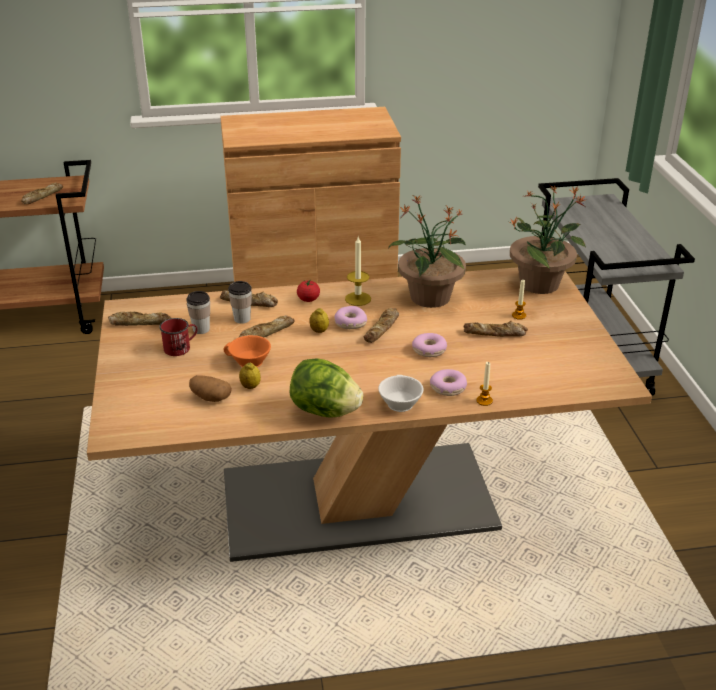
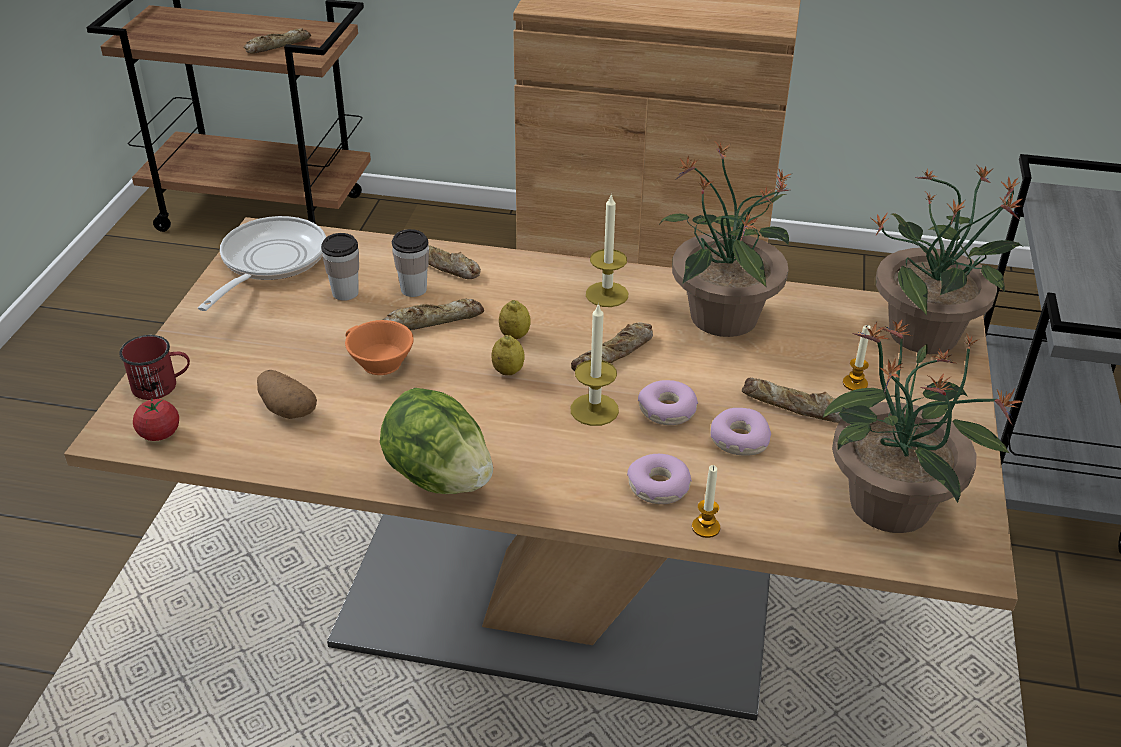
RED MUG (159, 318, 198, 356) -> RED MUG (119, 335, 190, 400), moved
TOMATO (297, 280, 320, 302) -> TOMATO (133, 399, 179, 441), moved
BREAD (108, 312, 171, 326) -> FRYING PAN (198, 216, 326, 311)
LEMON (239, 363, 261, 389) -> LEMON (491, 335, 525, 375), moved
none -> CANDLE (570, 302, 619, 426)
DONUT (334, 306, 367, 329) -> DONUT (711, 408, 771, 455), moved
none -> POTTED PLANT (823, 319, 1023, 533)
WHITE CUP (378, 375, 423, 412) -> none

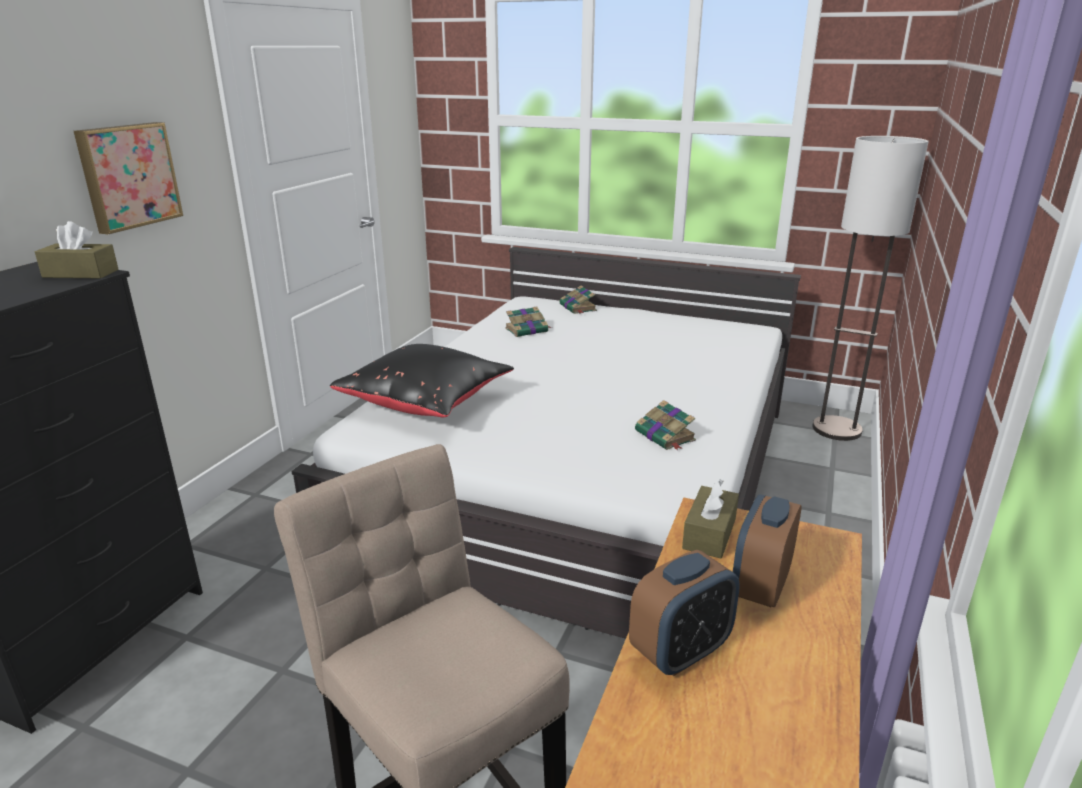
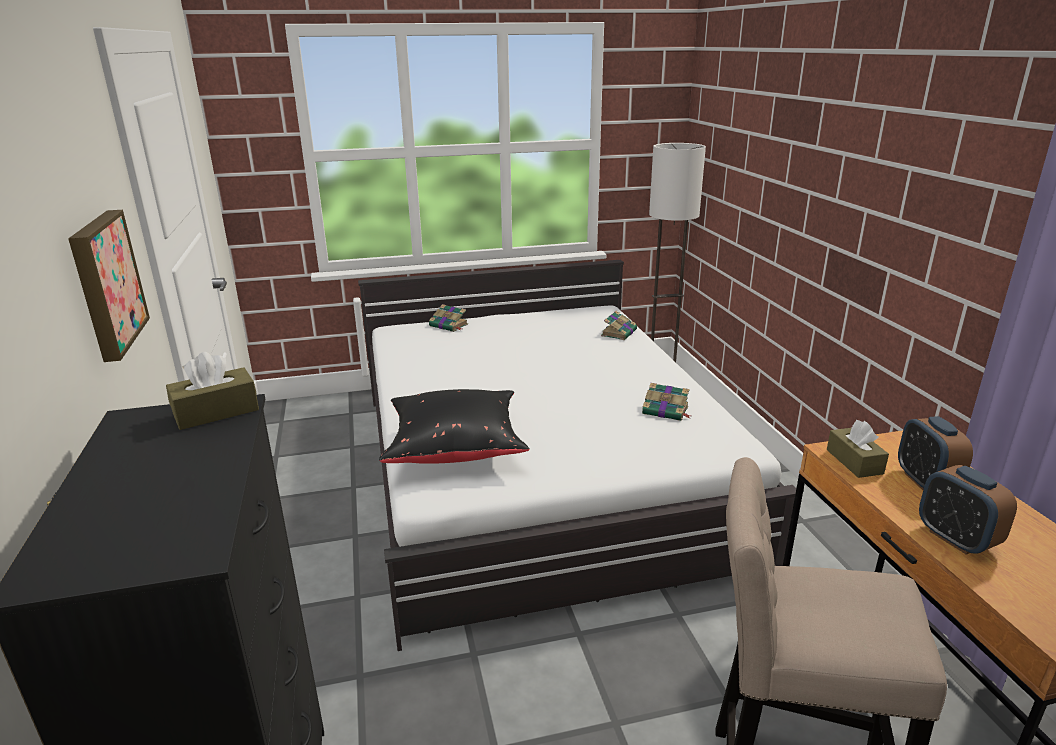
BOOK (505, 307, 552, 337) -> BOOK (601, 311, 637, 340), moved
ALARM CLOCK (629, 550, 740, 676) -> ALARM CLOCK (919, 465, 1017, 555), 135 degrees clockwise

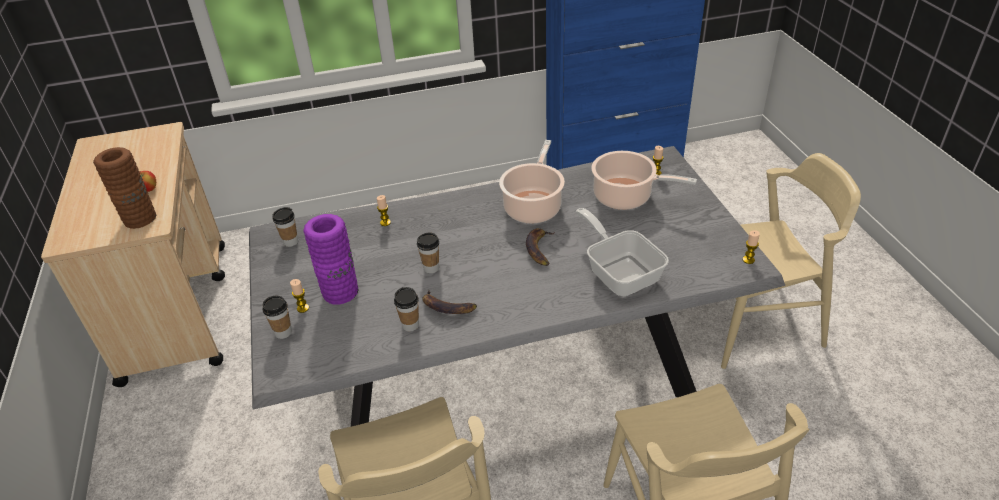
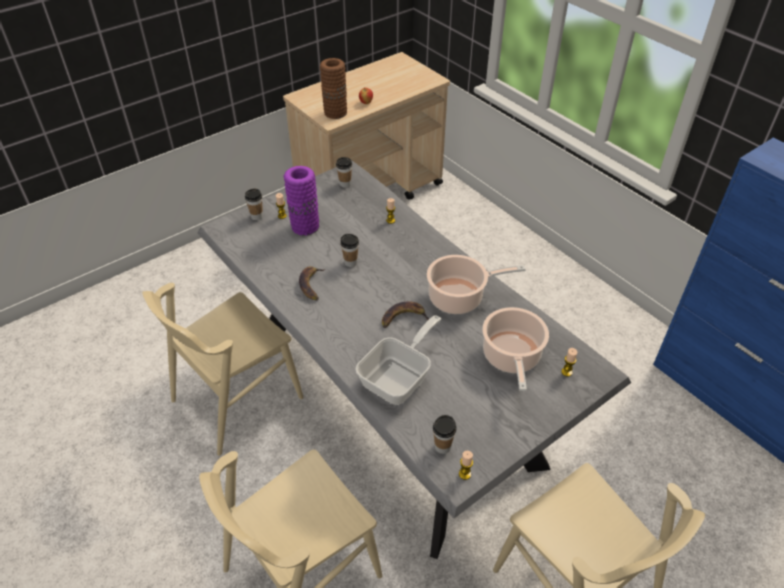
CUP (394, 287, 419, 332) -> CUP (433, 415, 456, 454), moved

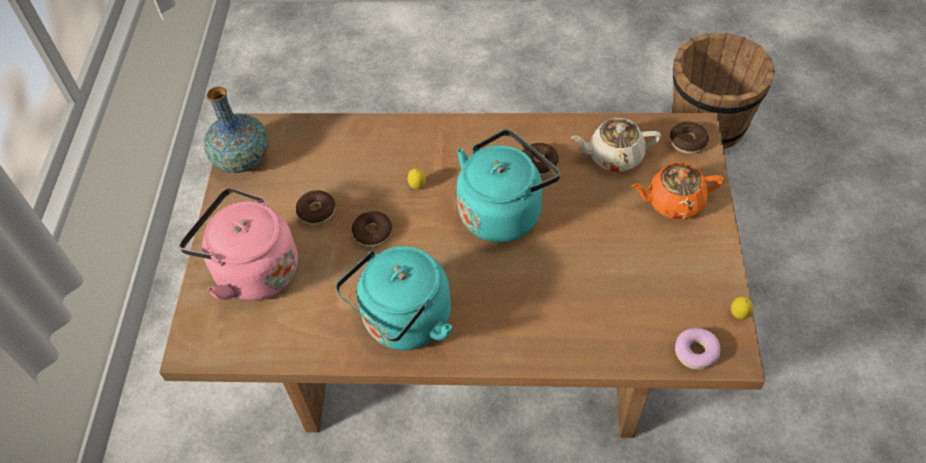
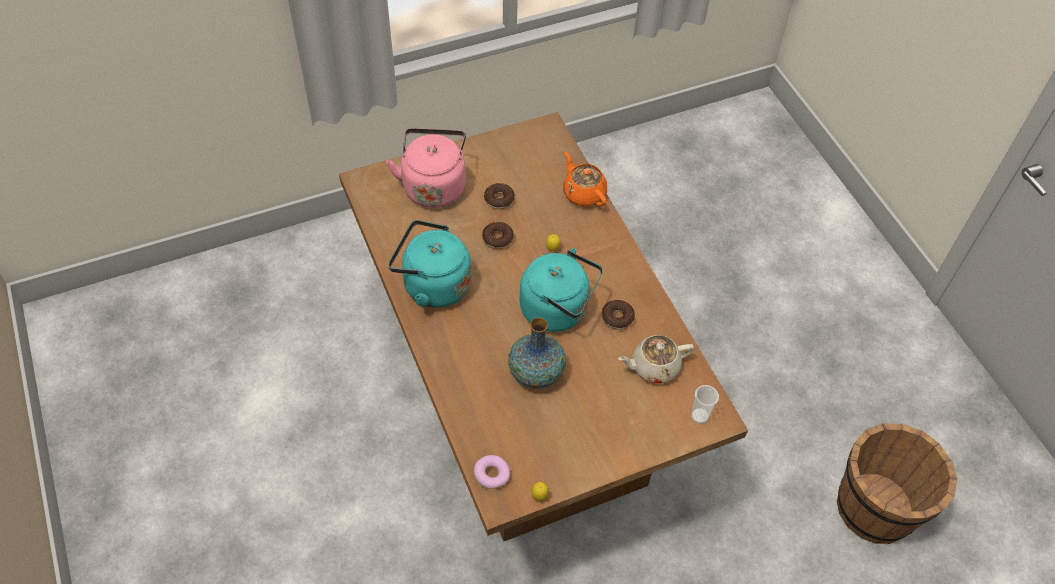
VASE (204, 87, 269, 173) -> VASE (508, 318, 566, 389), moved
ORANGE TEAPOT (631, 163, 724, 219) -> ORANGE TEAPOT (563, 151, 607, 206), moved
BEIGE TEAPOT (571, 118, 661, 172) -> BEIGE TEAPOT (618, 335, 694, 383), 75 degrees counterclockwise
DONUT (670, 122, 709, 154) -> CUP (691, 385, 719, 424)

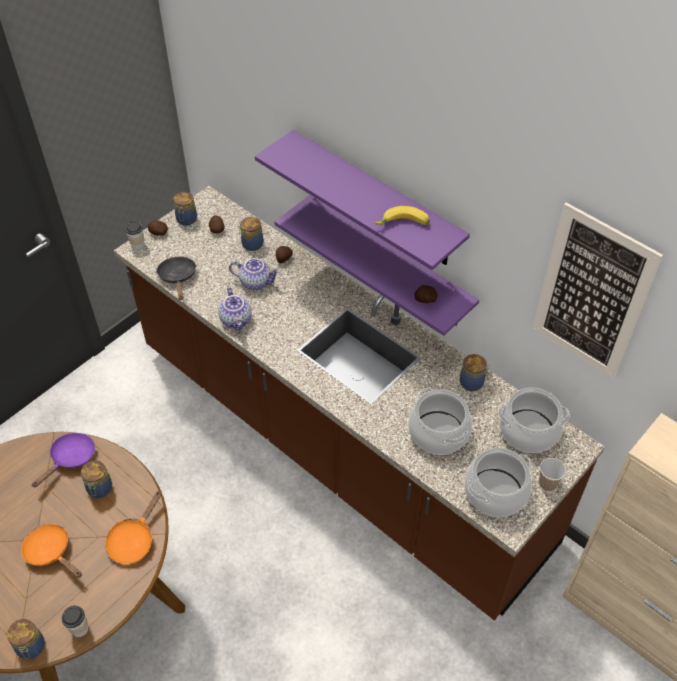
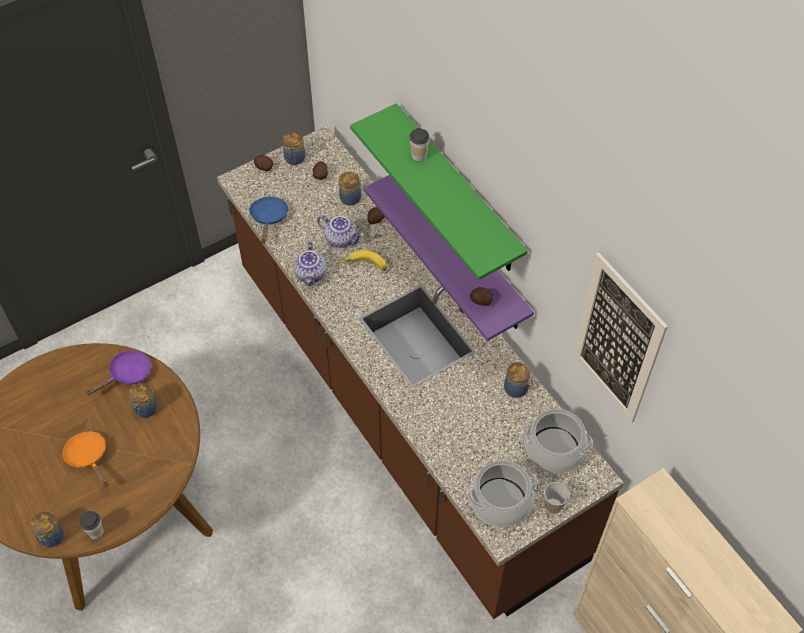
BLACK FRYING PAN (156, 257, 197, 300) -> BLUE FRYING PAN (249, 197, 289, 244)
BANANA (374, 206, 430, 225) -> BANANA (339, 250, 387, 271), moved
PURPLE SHELF (255, 130, 470, 270) -> GREEN SHELF (350, 103, 528, 280)
CUP (125, 221, 145, 250) -> CUP (409, 128, 430, 161), moved
ORANGE FRYING PAN (105, 490, 162, 564) -> none
COOKING POT (408, 388, 472, 455) -> none

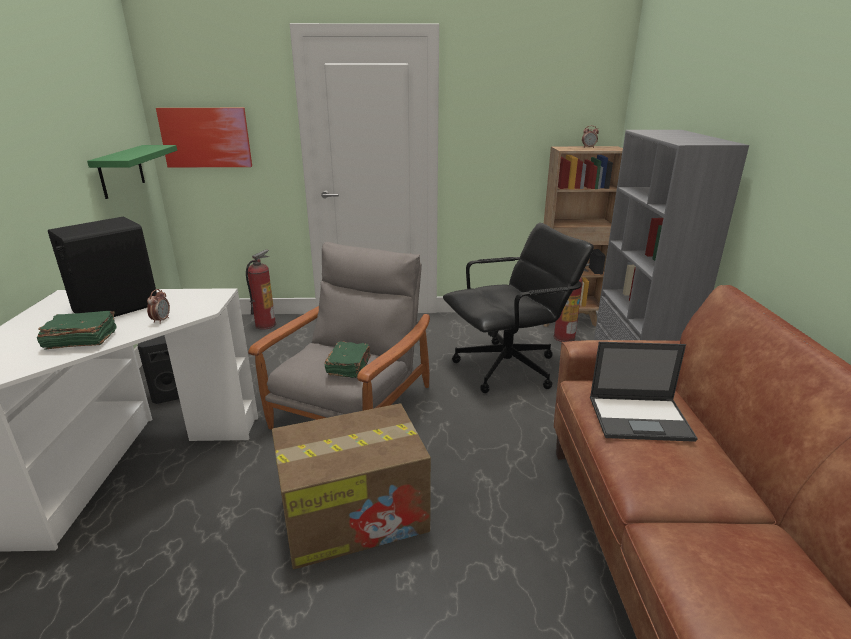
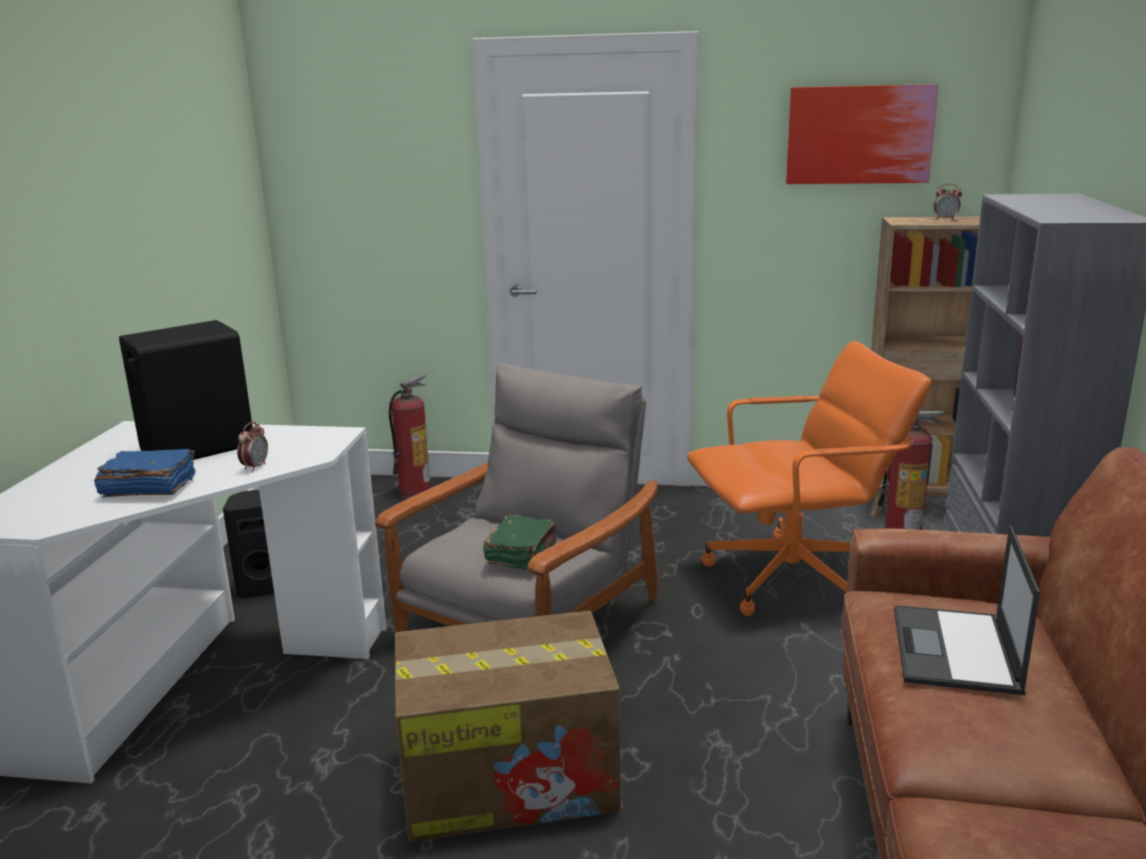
GREEN BOOK (37, 311, 117, 350) -> BLUE BOOK (94, 449, 196, 497)
BLACK OFFICE CHAIR (443, 223, 594, 393) -> ORANGE OFFICE CHAIR (687, 341, 931, 616)
PICTURE (156, 108, 252, 168) -> PICTURE (786, 84, 938, 184), moved
LAPTOP (590, 342, 698, 442) -> LAPTOP (894, 525, 1040, 695), 90 degrees clockwise
GREEN SHELF (87, 145, 177, 199) -> none

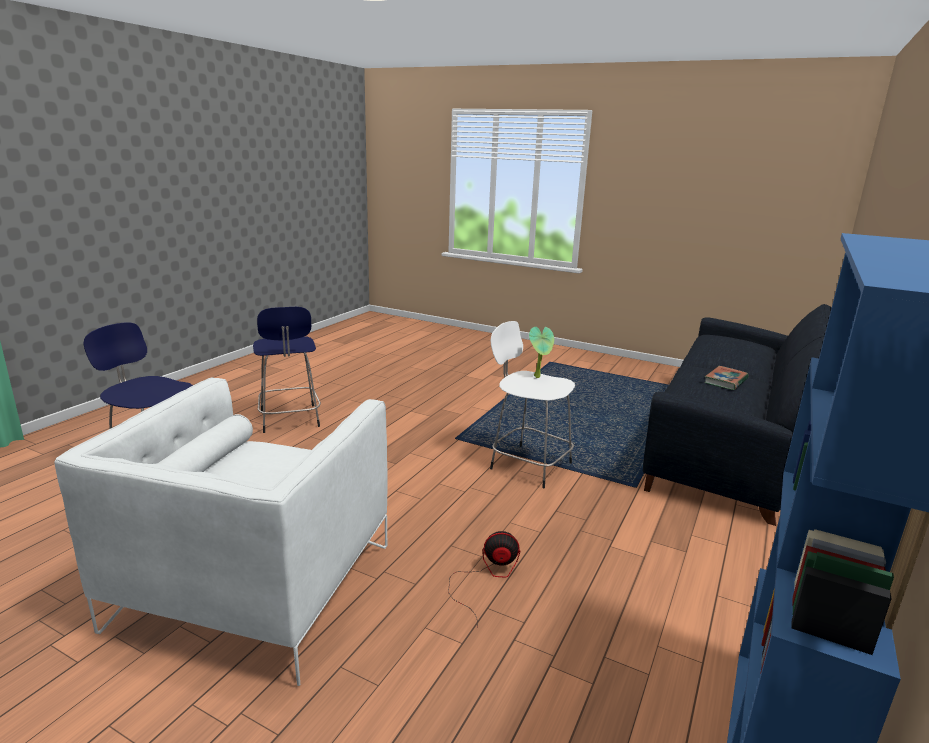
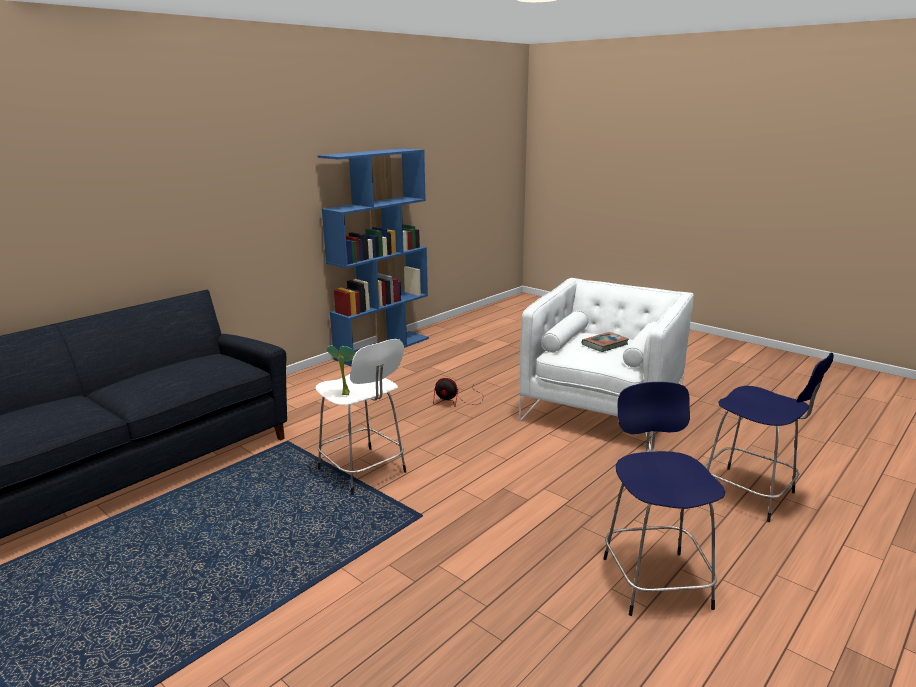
BOOK (704, 366, 749, 390) -> BOOK (582, 332, 629, 352), moved

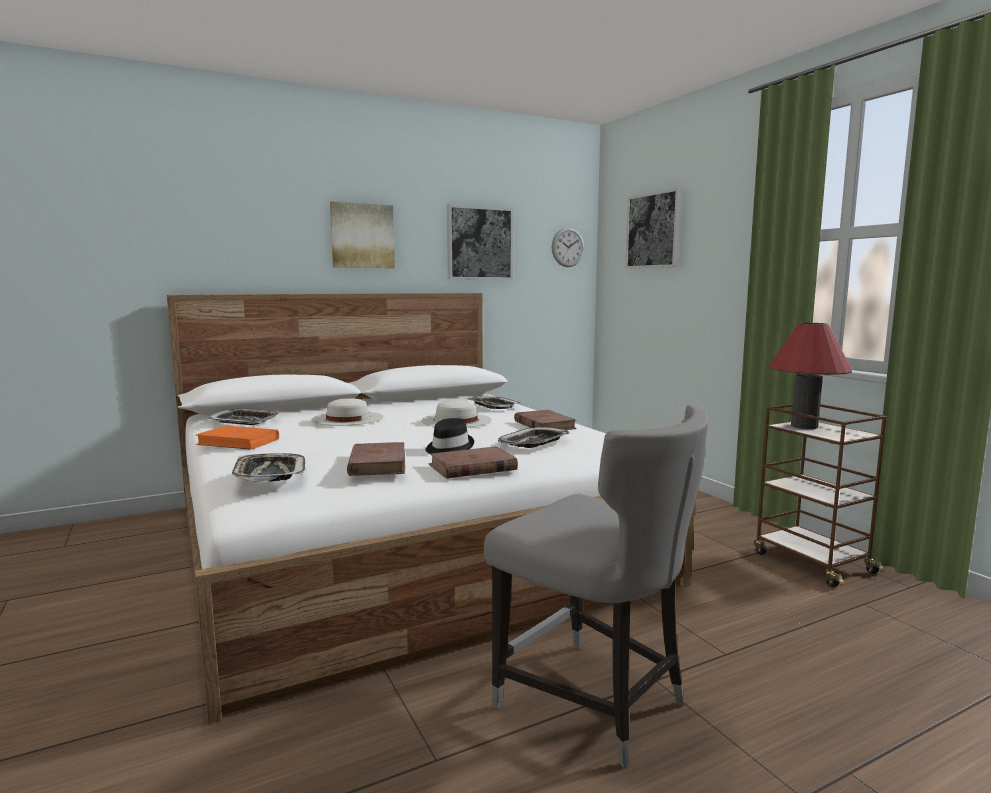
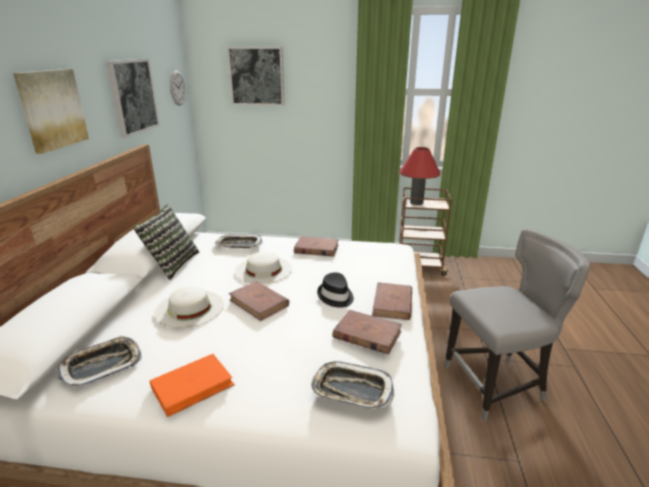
none -> PILLOW (133, 204, 199, 280)
none -> BROWN BOOK (229, 281, 289, 321)
TRAY (498, 427, 570, 448) -> none

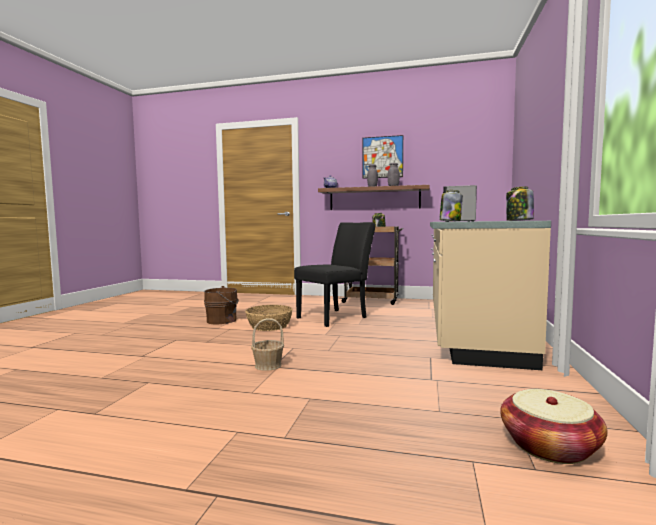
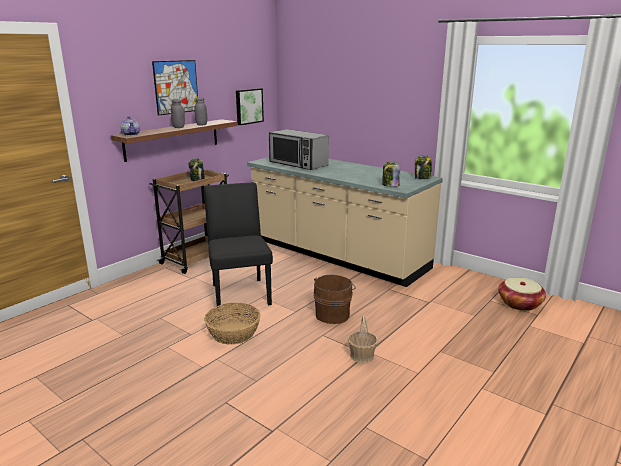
none -> PICTURE (236, 88, 264, 125)
BROWN BUCKET (204, 286, 239, 324) -> BROWN BUCKET (313, 275, 355, 324), moved

